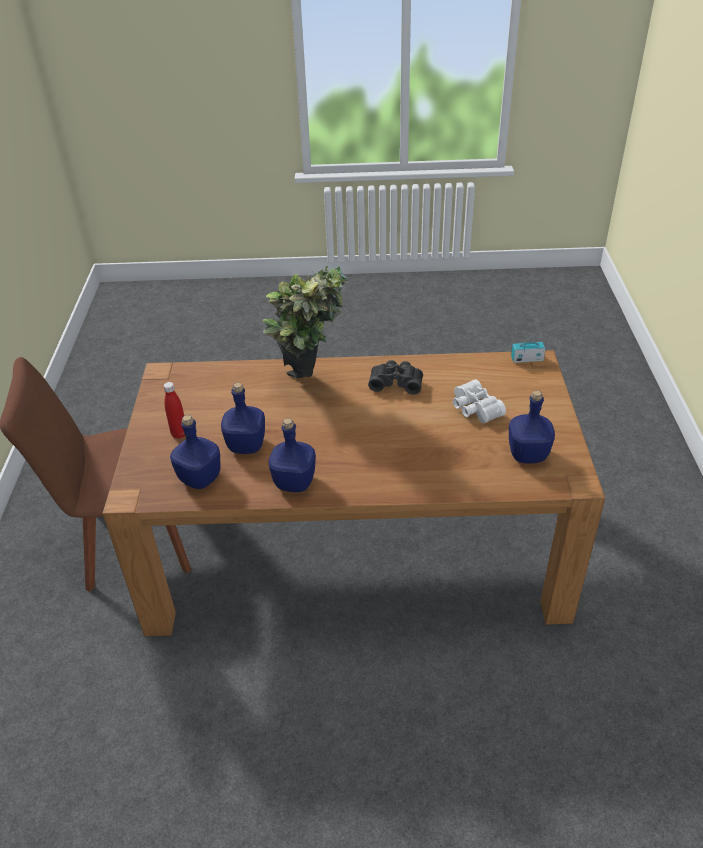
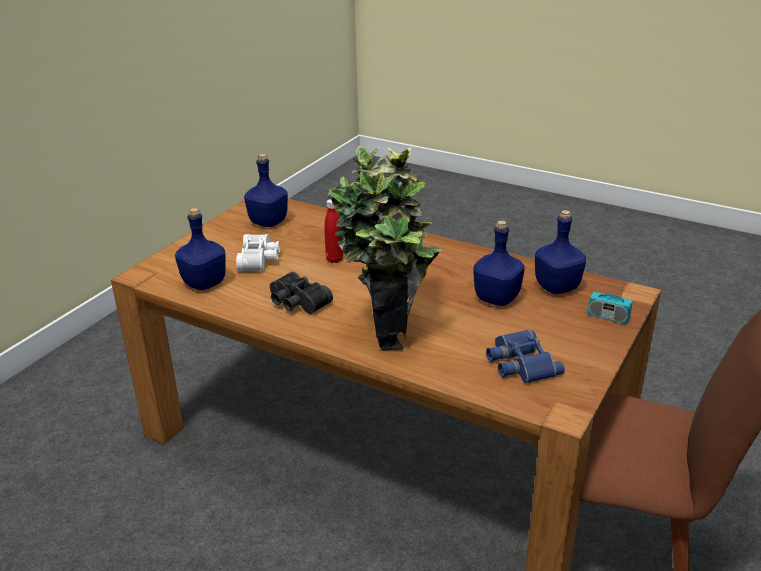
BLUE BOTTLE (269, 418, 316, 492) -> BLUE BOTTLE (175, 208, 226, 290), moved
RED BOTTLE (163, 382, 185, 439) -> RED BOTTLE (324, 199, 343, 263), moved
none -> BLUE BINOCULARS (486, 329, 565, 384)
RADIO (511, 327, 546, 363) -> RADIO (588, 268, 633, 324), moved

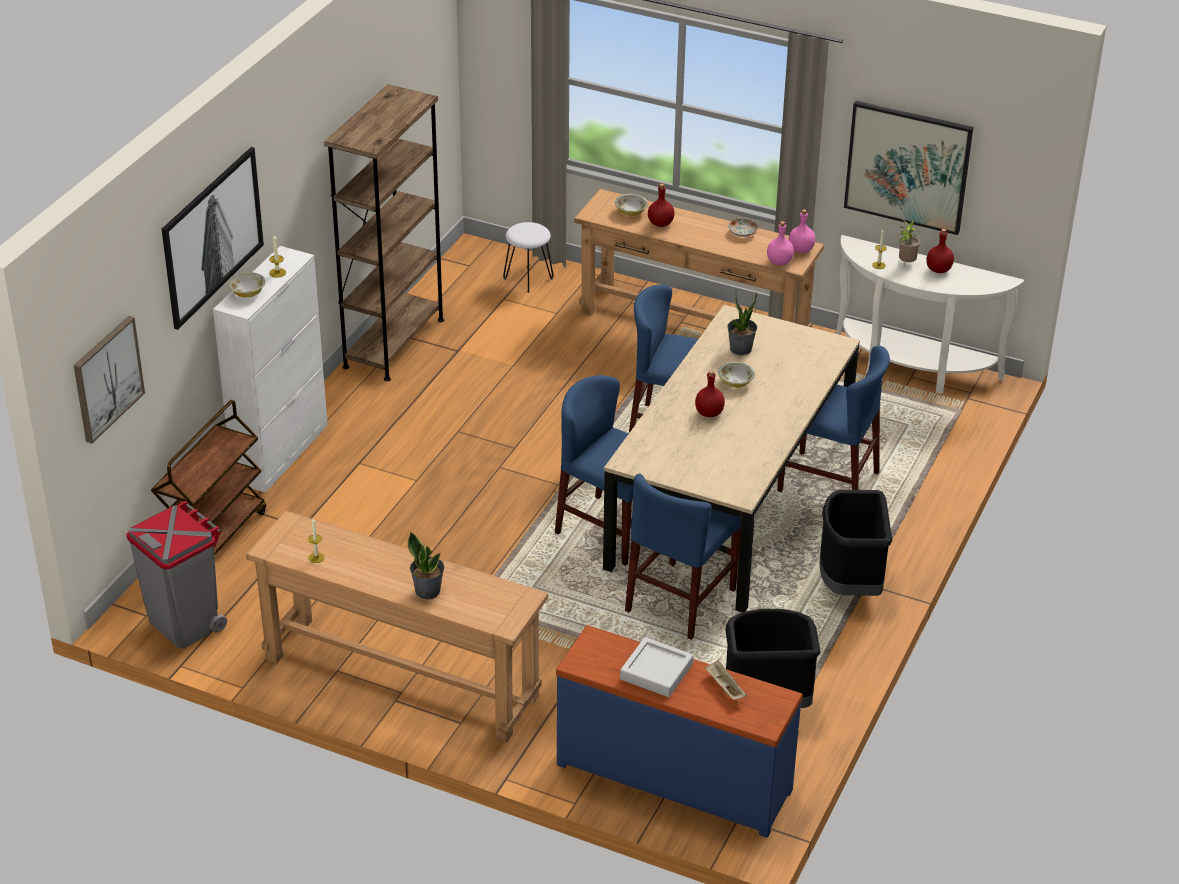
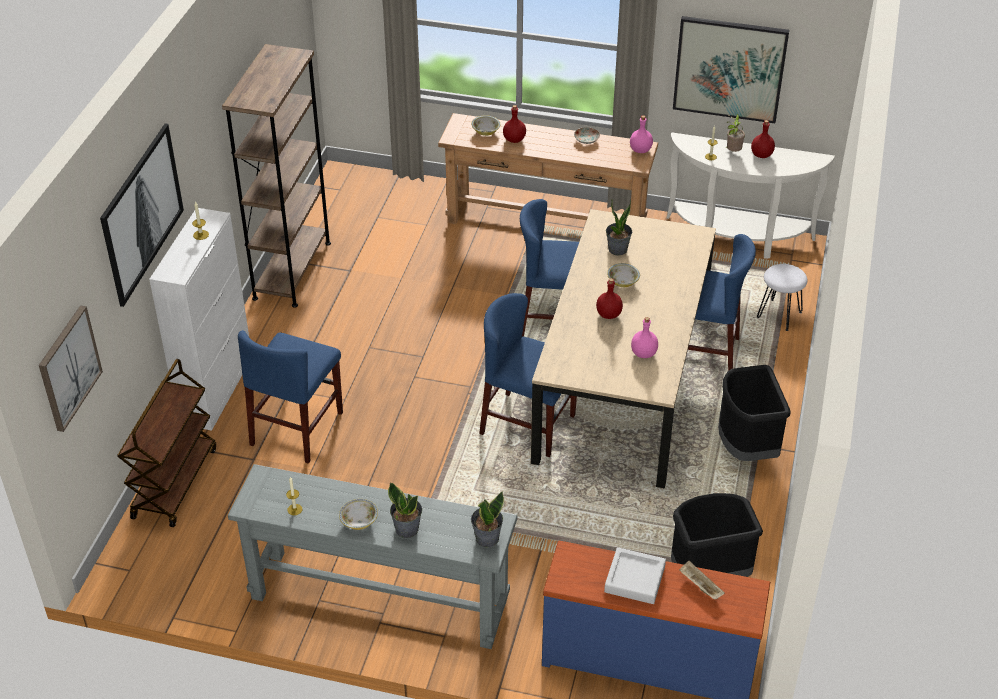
BROWN CONSOLE TABLE (246, 510, 548, 742) -> GREY CONSOLE TABLE (228, 464, 517, 649)
BLUE CHAIR (625, 474, 742, 640) -> BLUE CHAIR (238, 330, 343, 464), moved
BOWL (228, 272, 266, 298) -> BOWL (339, 499, 378, 530), moved
none -> POTTED PLANT (471, 491, 504, 547)
PINK BOTTLE (767, 221, 794, 265) -> PINK BOTTLE (631, 317, 658, 358), moved
WHITE STOOL (503, 222, 554, 293) -> WHITE STOOL (757, 264, 807, 331), moved
GREY TRASH CAN (126, 501, 227, 649) -> none

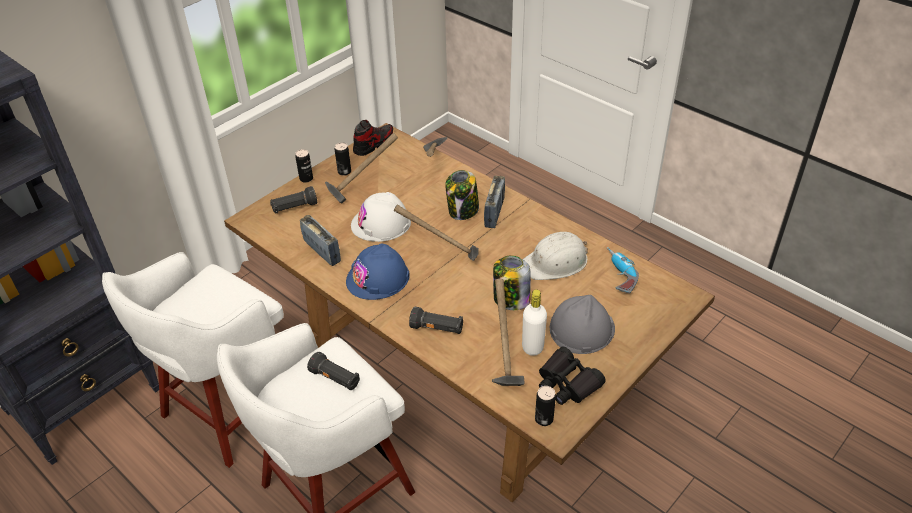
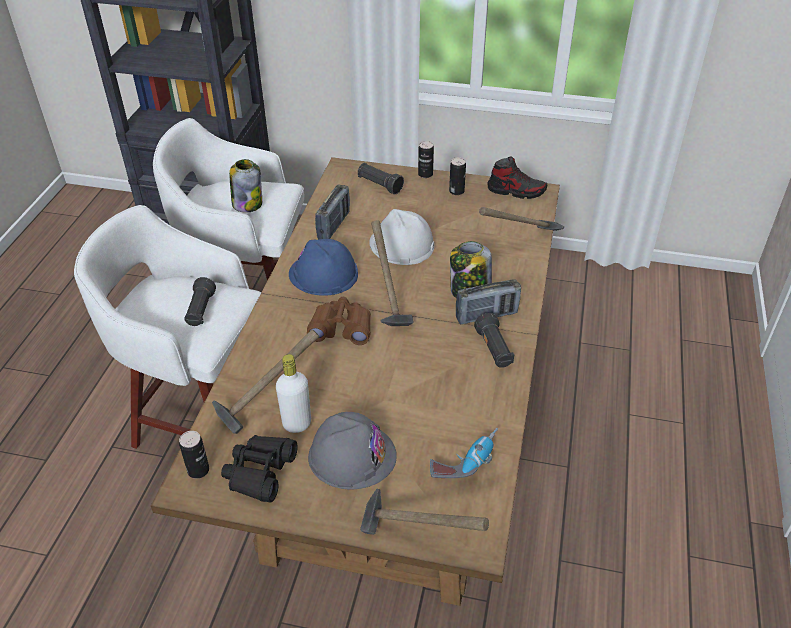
JAR (493, 256, 531, 310) -> JAR (229, 159, 262, 213), moved
none -> BROWN BINOCULARS (307, 297, 371, 345)
HAMMER (325, 133, 398, 204) -> HAMMER (360, 489, 489, 535), moved
BLACK FLASHLIGHT (409, 307, 463, 334) -> BLACK FLASHLIGHT (474, 313, 514, 368), moved
WHITE HARD HAT (523, 232, 588, 280) -> none

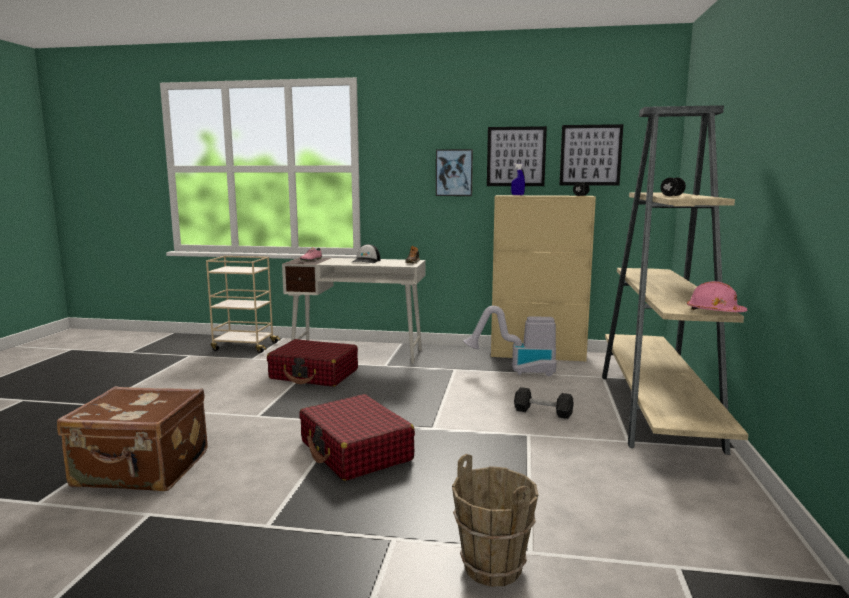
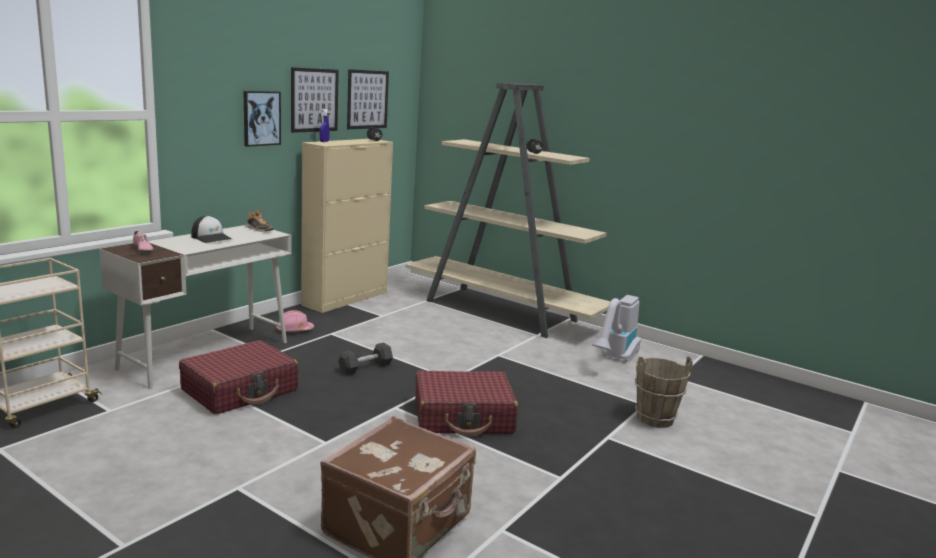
PINK HARD HAT (687, 281, 747, 312) -> PINK HARD HAT (276, 310, 314, 333), moved
BLACK DUMBBELL (514, 387, 574, 419) -> BLACK DUMBBELL (338, 343, 393, 375), moved
VACUUM CLEANER (463, 306, 556, 376) -> VACUUM CLEANER (592, 295, 641, 362), moved

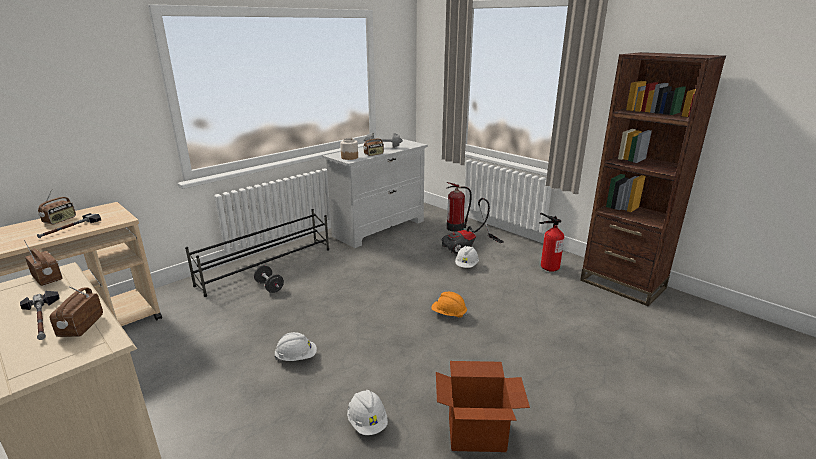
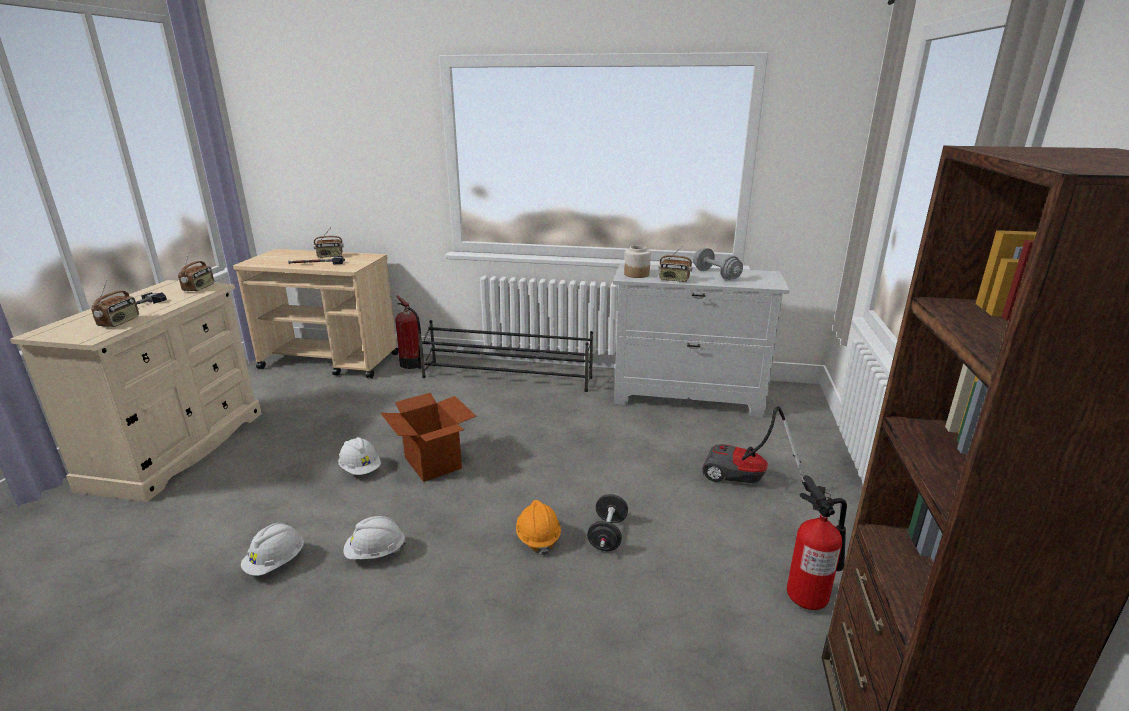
RADIO (50, 286, 103, 337) -> RADIO (91, 280, 139, 327), 135 degrees clockwise
WHITE HARD HAT (455, 246, 479, 268) -> WHITE HARD HAT (344, 516, 406, 559), moved
CARDBOARD BOX (436, 361, 530, 452) -> CARDBOARD BOX (380, 393, 476, 482), moved
FIRE EXTINGUISHER (446, 182, 472, 232) -> FIRE EXTINGUISHER (395, 296, 424, 369), moved
BLACK DUMBBELL (254, 265, 284, 293) -> BLACK DUMBBELL (587, 494, 628, 551), moved

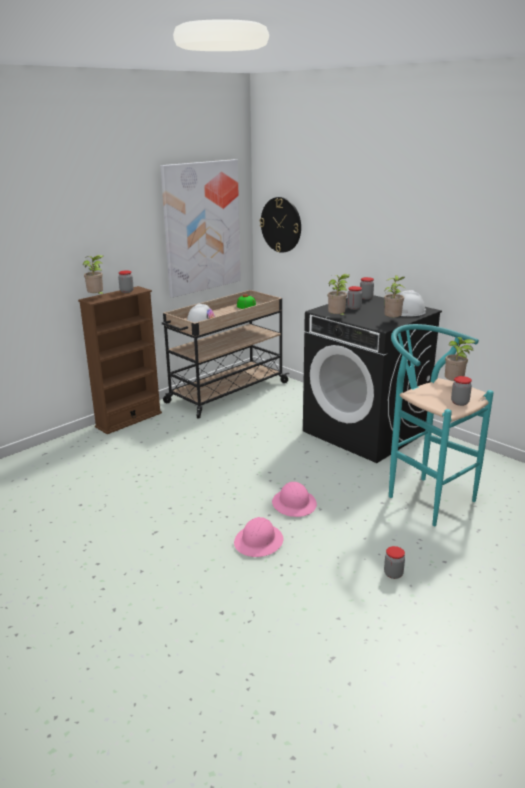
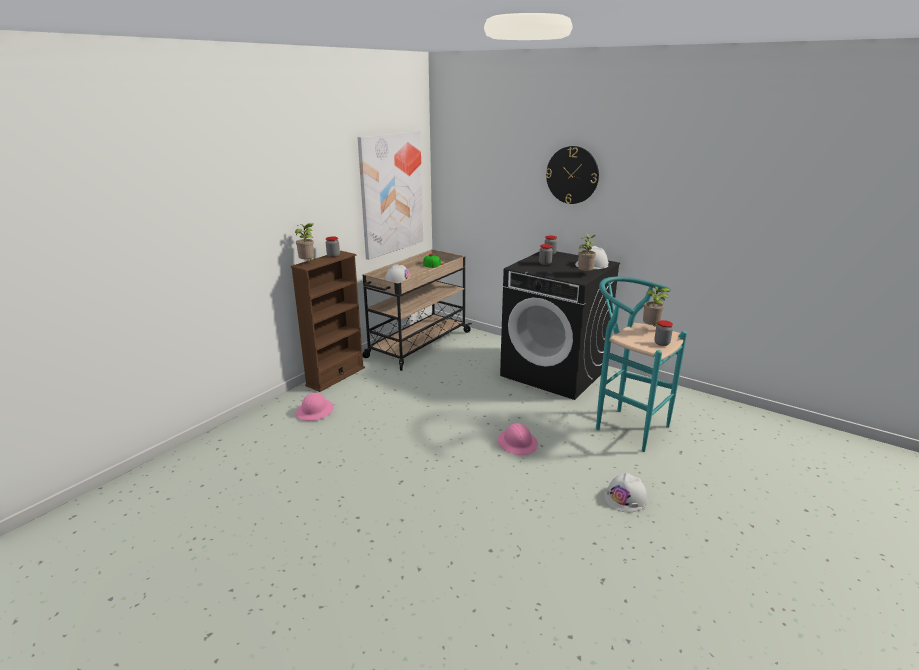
PINK HARD HAT (234, 517, 283, 557) -> PINK HARD HAT (295, 393, 334, 421), moved
WALL CLOCK (260, 197, 301, 253) -> WALL CLOCK (546, 146, 599, 204), moved
JAR (384, 546, 405, 579) -> WHITE HARD HAT (604, 473, 647, 512)
POTTED PLANT (328, 274, 350, 315) -> none

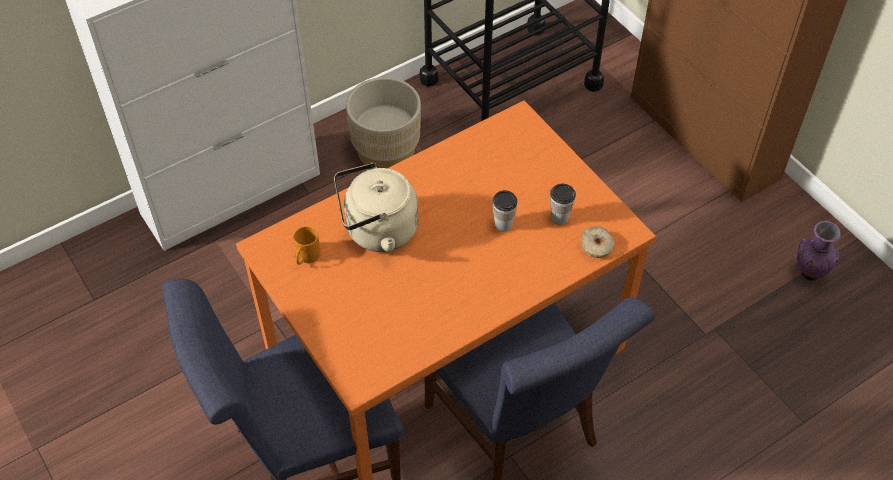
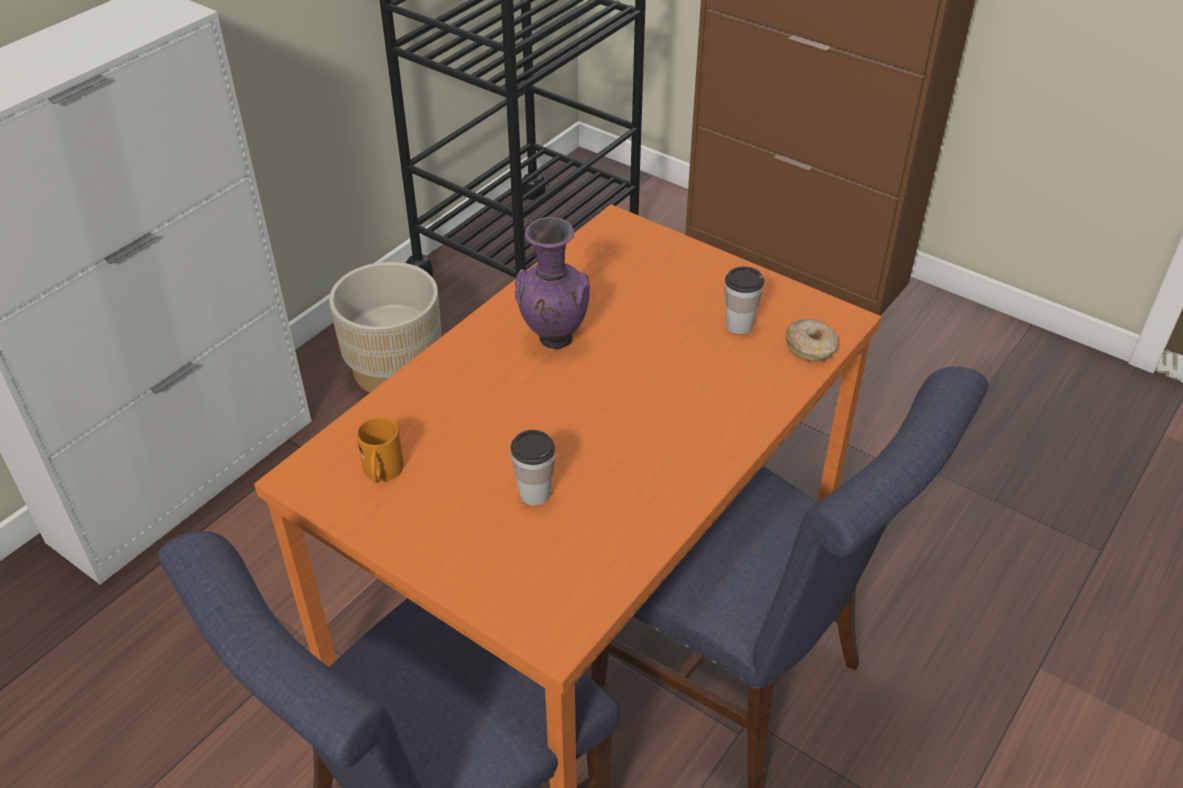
CUP (492, 190, 517, 231) -> CUP (511, 430, 555, 506), moved
PURPLE VASE (797, 221, 841, 281) -> PURPLE VASE (515, 217, 590, 349), moved
BEIGE KETTLE (334, 163, 418, 252) -> none

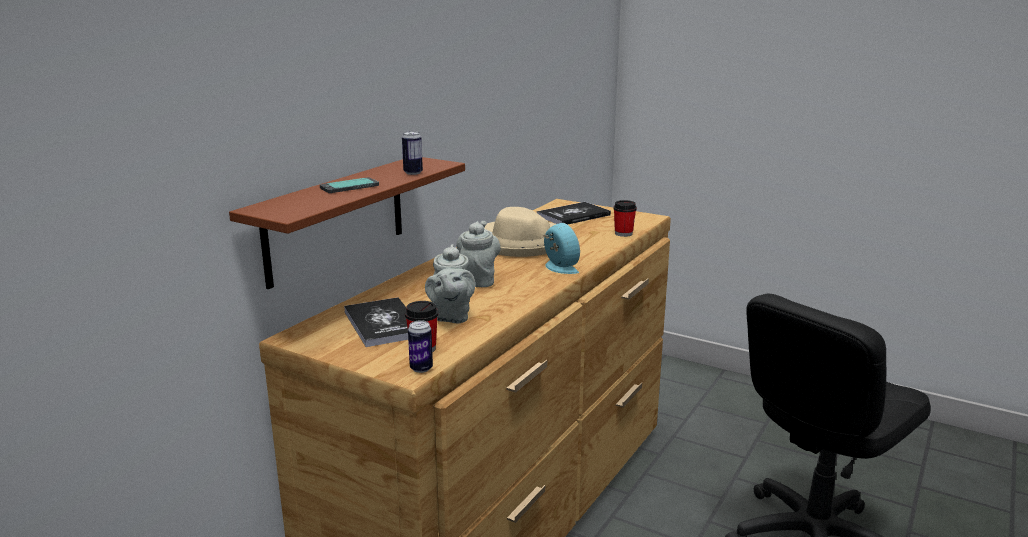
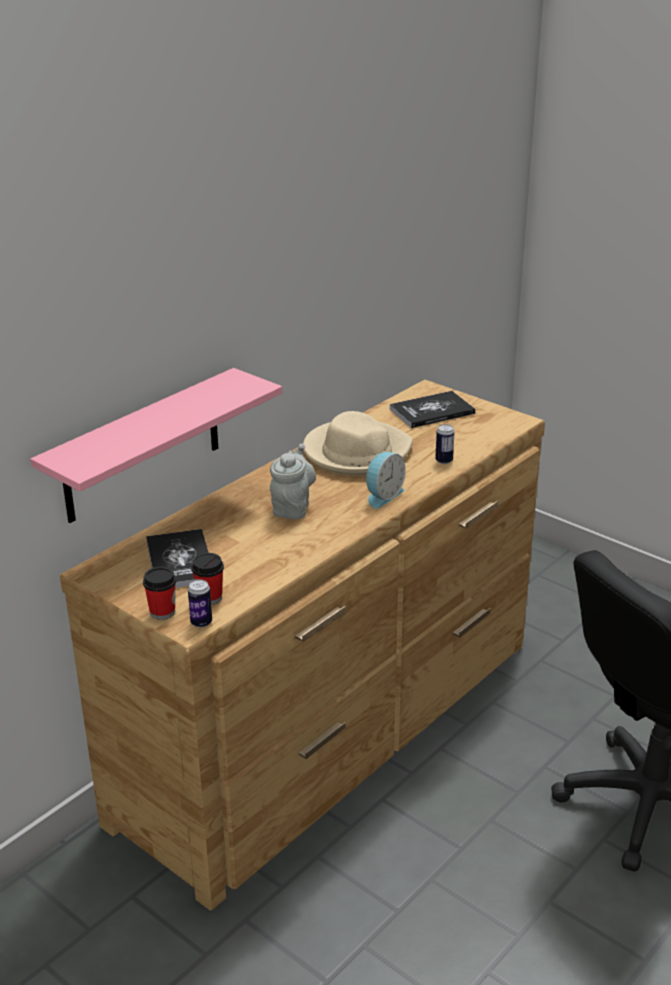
BROWN SHELF (229, 157, 465, 289) -> PINK SHELF (30, 368, 282, 523)
CUP (613, 200, 637, 237) -> CUP (143, 567, 176, 620), moved
ALARM CLOCK (543, 223, 580, 274) -> ALARM CLOCK (366, 452, 406, 509), 60 degrees clockwise
CAN (402, 131, 423, 175) -> CAN (435, 424, 454, 464), moved
PHONE (320, 177, 379, 193) -> none
GREY TEAPOT (425, 244, 475, 324) -> none

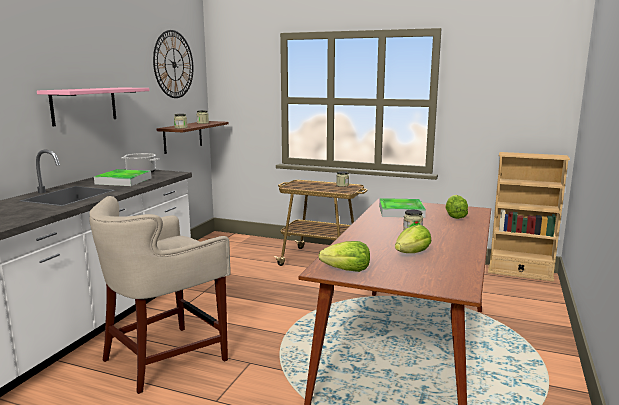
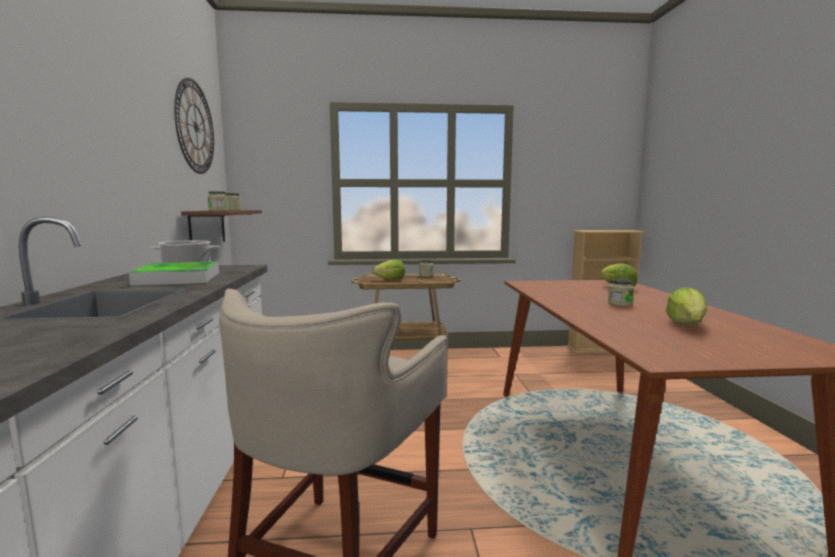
LETTUCE (318, 241, 370, 272) -> LETTUCE (373, 259, 405, 279), moved
PINK SHELF (37, 88, 150, 127) -> none
TRAY (379, 198, 426, 218) -> none

